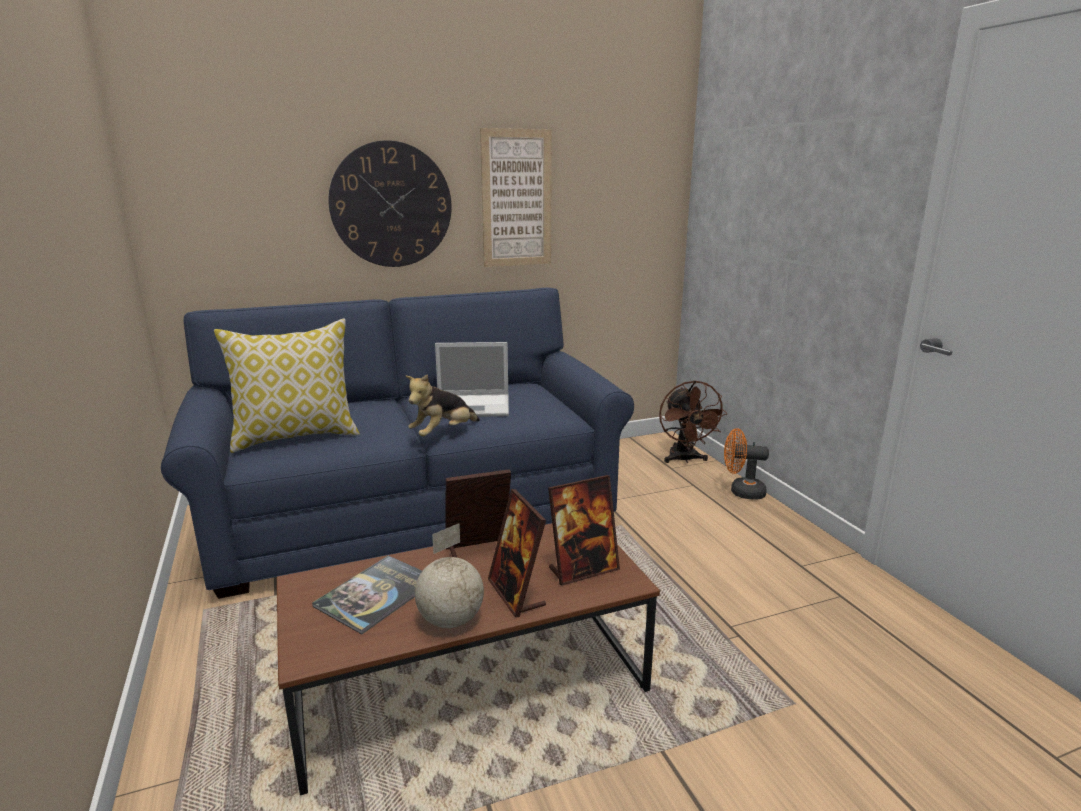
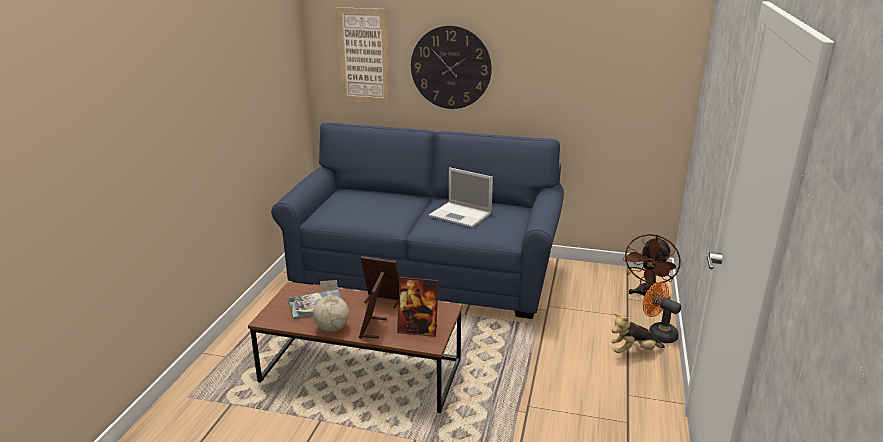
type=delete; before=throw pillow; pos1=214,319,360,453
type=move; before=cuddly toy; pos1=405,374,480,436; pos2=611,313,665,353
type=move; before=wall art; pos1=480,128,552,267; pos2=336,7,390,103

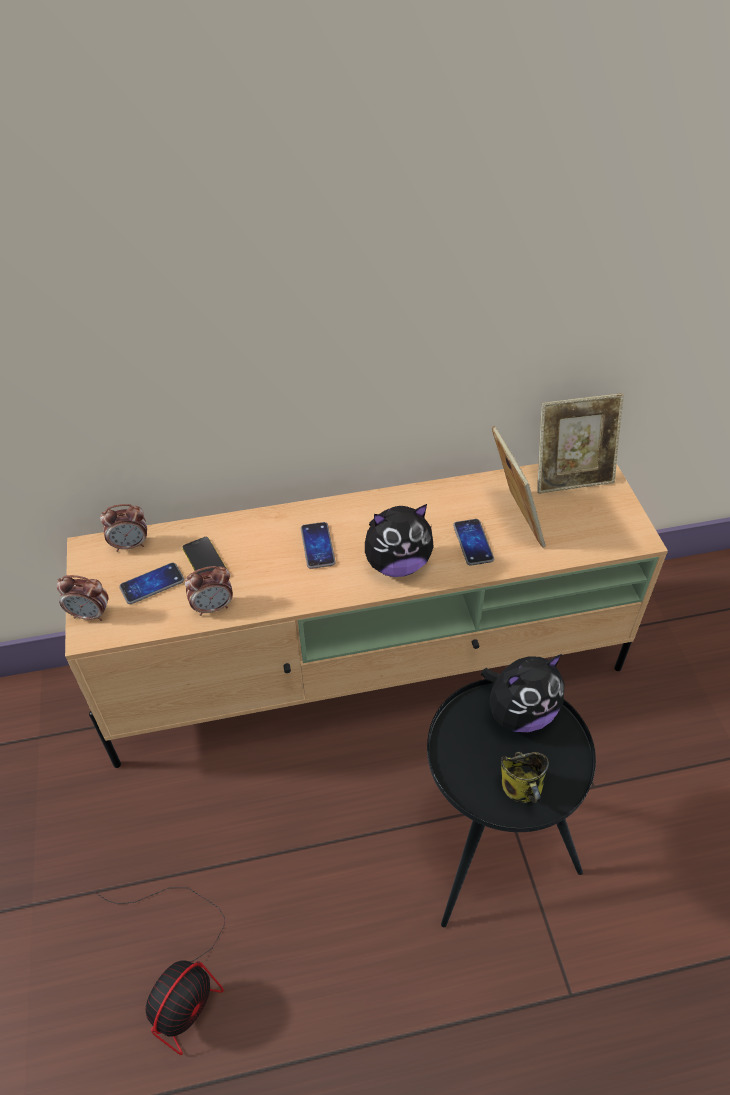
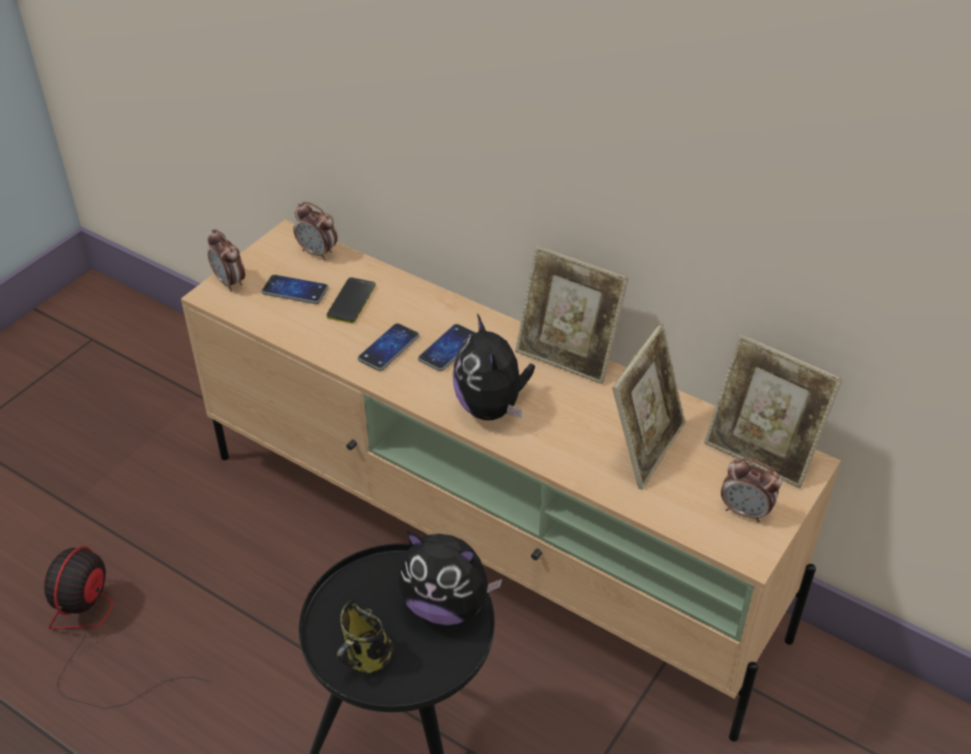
type=insert; after=standing frame; pos2=515,246,629,384
type=move; before=table clock; pos1=185,566,233,616; pos2=721,458,782,522
type=move; before=phone; pos1=453,519,494,565; pos2=358,323,420,371
type=rotate; before=fan; pos1=94,887,225,1055; pos2=44,546,211,709; turn=120
type=rotate; before=cuddly toy; pos1=365,504,434,577; pos2=453,314,535,420; turn=45

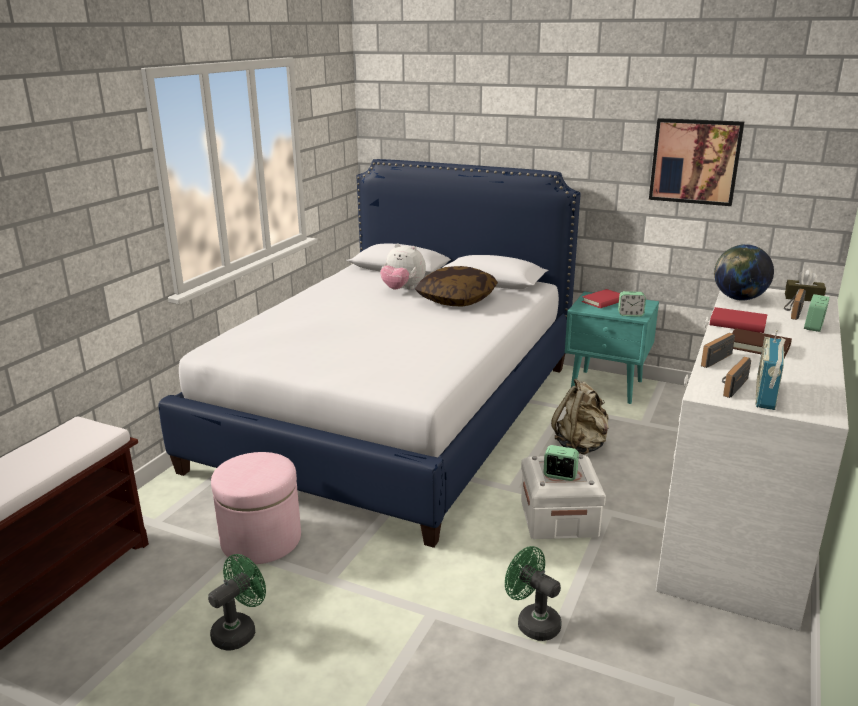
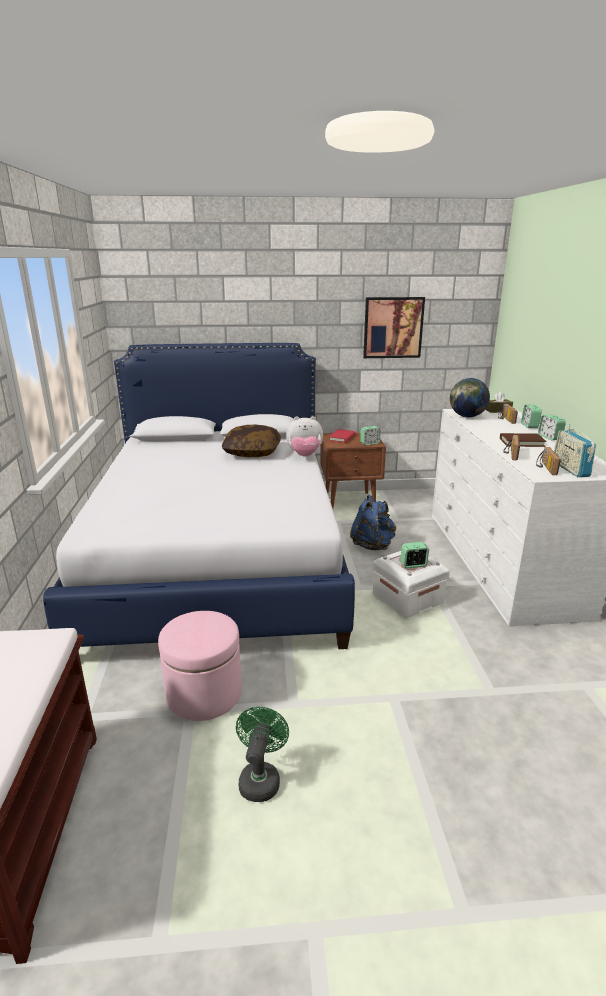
type=delete; before=greenish fan; pos1=505,546,562,641
type=delete; before=reddish bound book; pos1=710,307,767,333
type=insert; after=table clock; pos2=538,415,566,440
type=move; before=cuddly toy; pos1=380,243,426,290; pos2=286,416,323,457
type=recolor; before=beige knapsack; after=bluish knapsack; pos1=551,378,609,454; pos2=350,495,396,550
type=recolor; before=turquoise-coloured bedside table; after=brownish bedside table; pos1=565,292,659,404; pos2=320,433,386,508

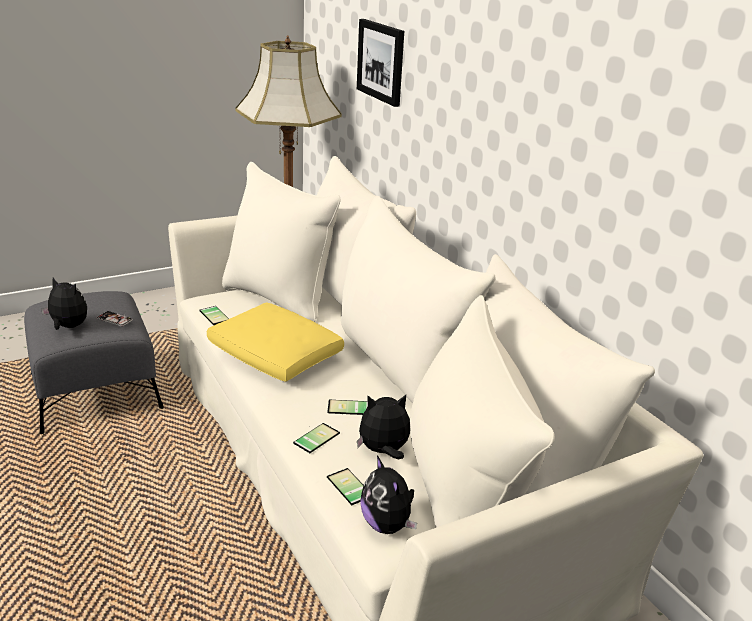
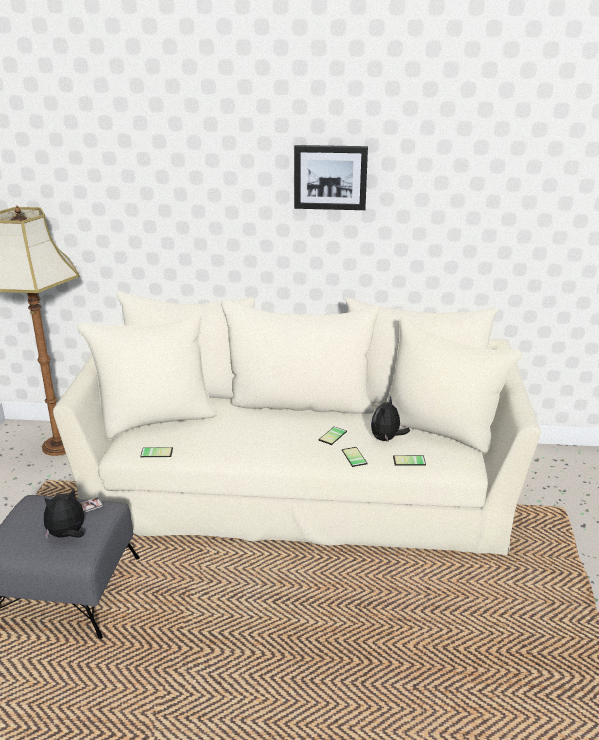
type=delete; before=yellow throw pillow; pos1=207,302,344,382
type=delete; before=cuddly toy; pos1=360,456,417,534
type=move; before=wall art; pos1=357,19,404,107; pos2=294,145,368,210

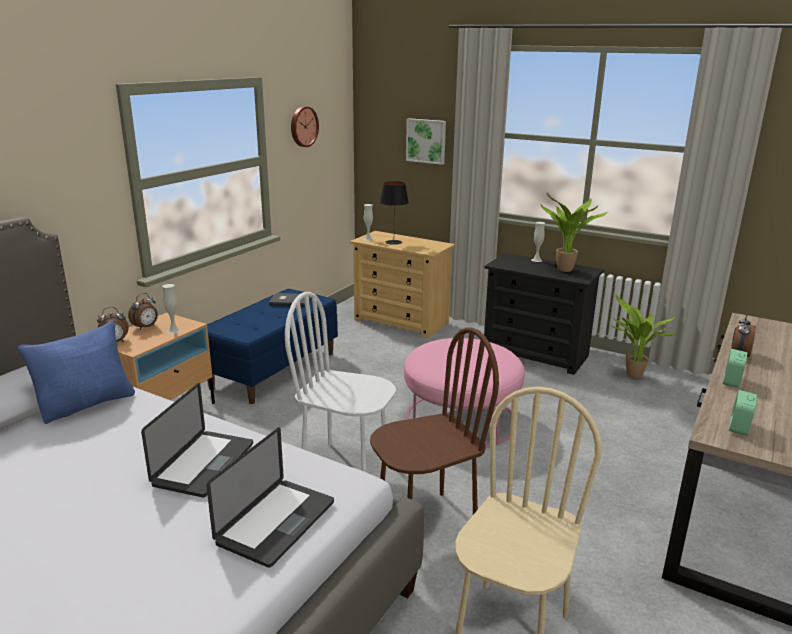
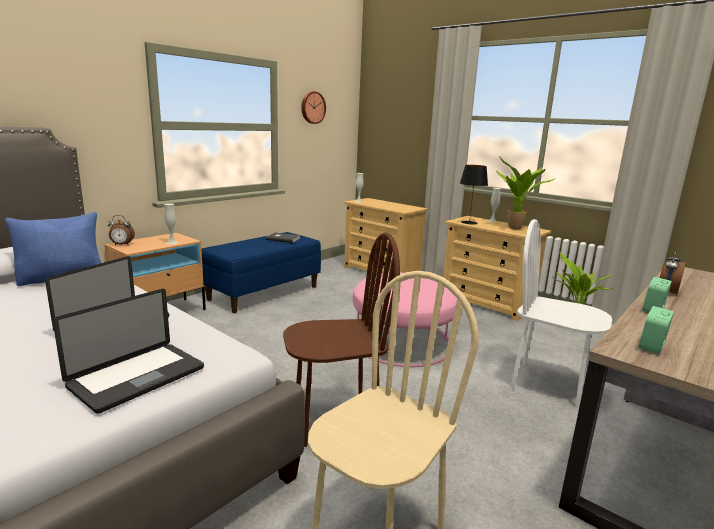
type=delete; before=table clock; pos1=128,293,158,330
type=delete; before=wall art; pos1=406,118,446,165
type=move; before=white-coloured plain chair; pos1=285,292,396,472; pos2=510,219,612,408
type=move; before=black tabletop lamp; pos1=380,181,409,245; pos2=460,165,488,225
type=recolor; before=black chest of drawers; after=beige chest of drawers; pos1=484,253,604,375; pos2=443,216,551,321

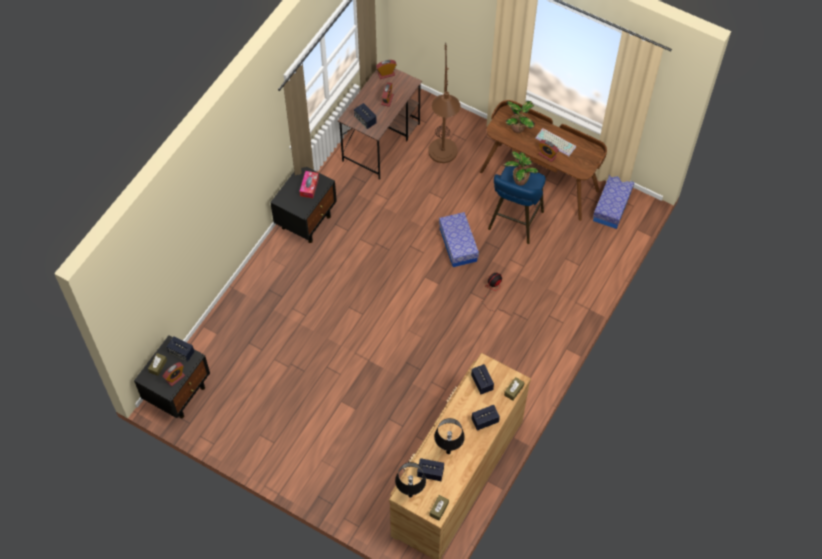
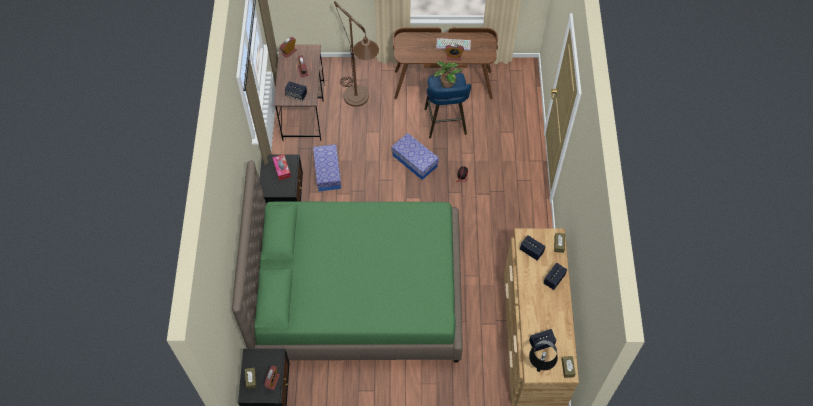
type=delete; before=loudspeaker; pos1=167,336,195,362
type=delete; before=black tabletop lamp; pos1=434,418,465,454
type=delete; before=houseplant; pos1=506,101,535,133
type=insert; after=greenish bed; pos2=232,160,463,363
type=move; before=storage container; pos1=593,175,634,229; pos2=313,144,341,191

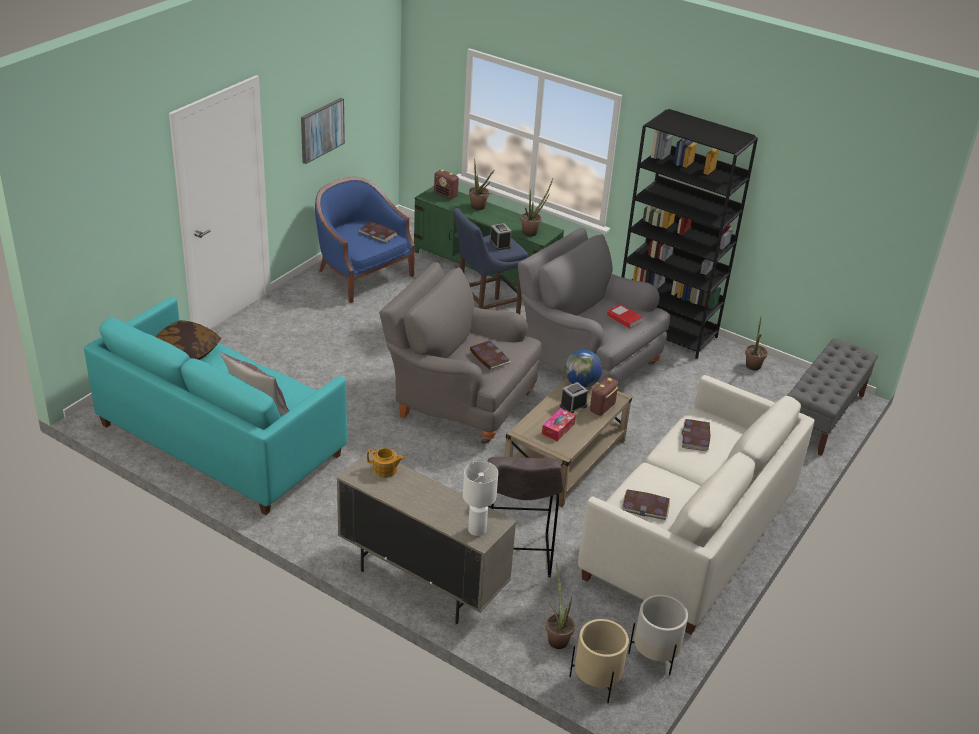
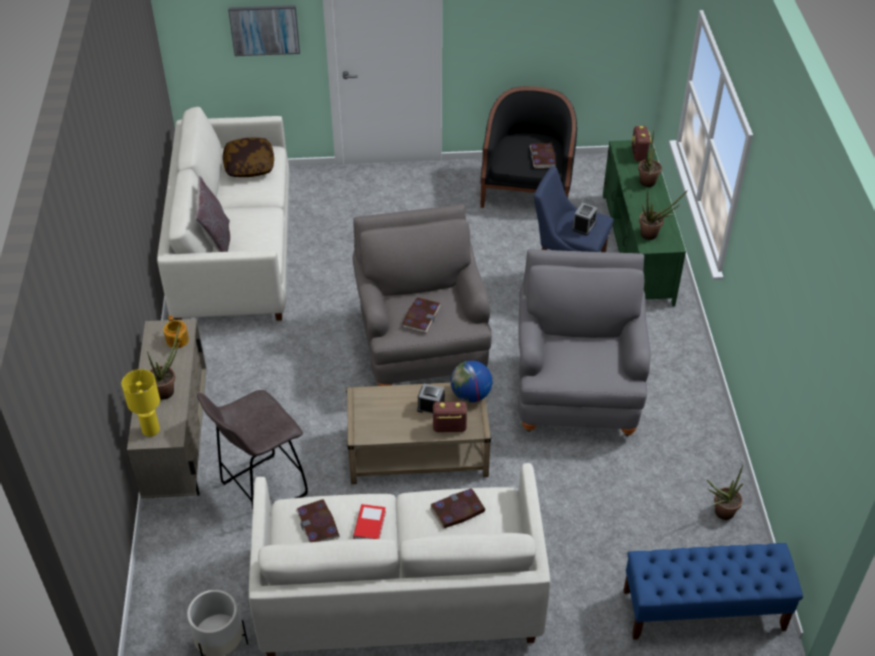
type=delete; before=tissue box; pos1=542,408,576,441
type=delete; before=beige planter; pos1=569,619,629,703
type=delete; before=black shelving unit; pos1=622,109,758,359
type=move; before=wall art; pos1=301,98,345,164; pos2=228,5,300,56
type=move; before=houseplant; pos1=546,563,575,649; pos2=147,323,180,399
type=move; before=bound book; pos1=607,304,642,329; pos2=353,504,386,539
type=recolor; before=turquoise-coloured settee; after=white-coloured settee; pos1=84,297,347,515; pos2=157,107,290,321
type=recolor; before=bluish armchair; after=black armchair; pos1=315,177,415,303; pos2=480,86,577,208
type=recolor; before=white-coloured tabletop lamp; after=yellow tabletop lamp; pos1=463,461,498,536; pos2=122,369,160,437
type=recolor; before=grey long seat; after=bluish long seat; pos1=787,338,878,456; pos2=623,543,803,640

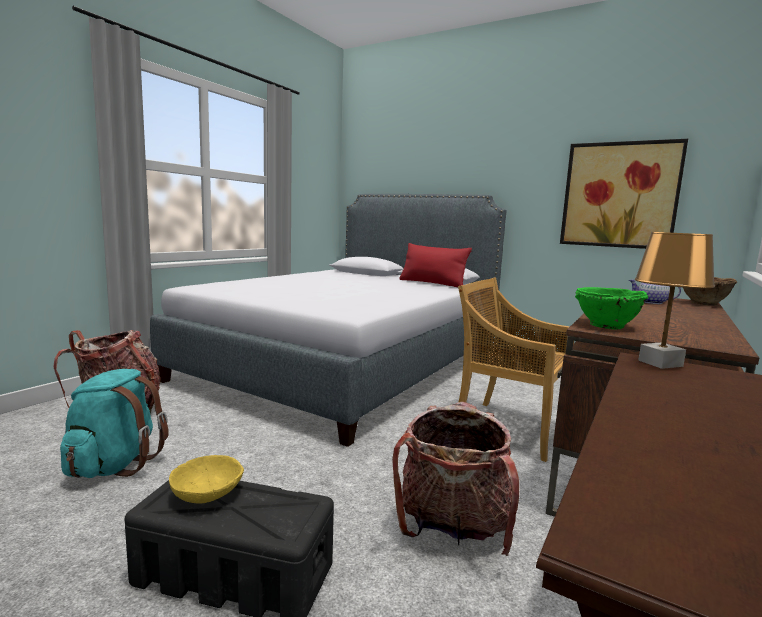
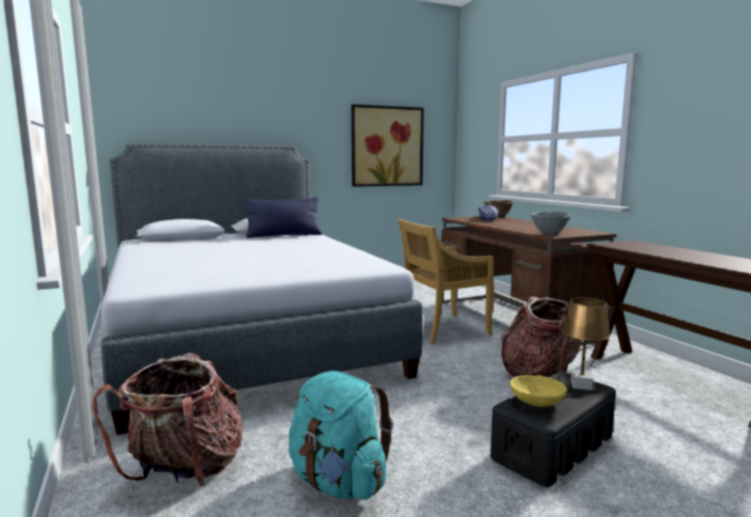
type=move; before=brownish tabletop lamp; pos1=635,232,715,369; pos2=561,297,610,390
type=recolor; before=reddish throw pillow; after=bluish throw pillow; pos1=399,243,472,287; pos2=244,197,322,238
type=recolor; before=greenish serving bowl; after=grey serving bowl; pos1=575,287,649,329; pos2=530,212,571,235

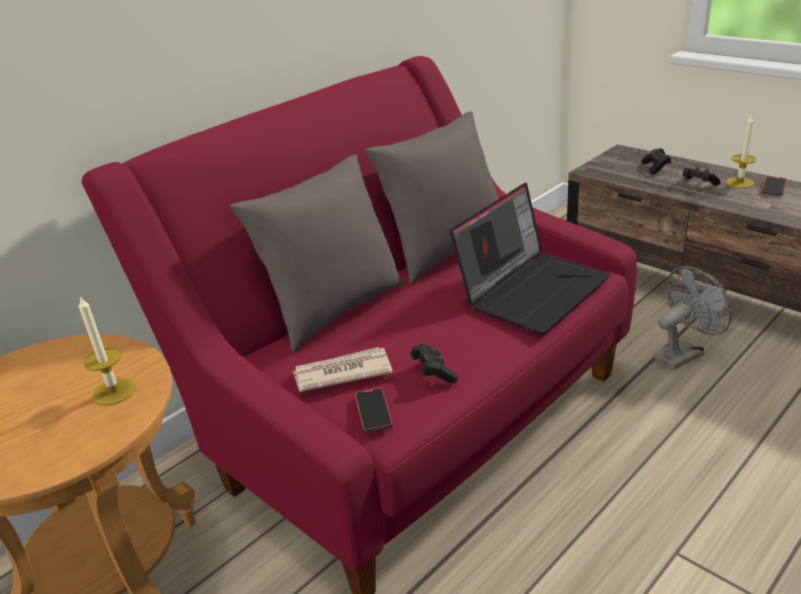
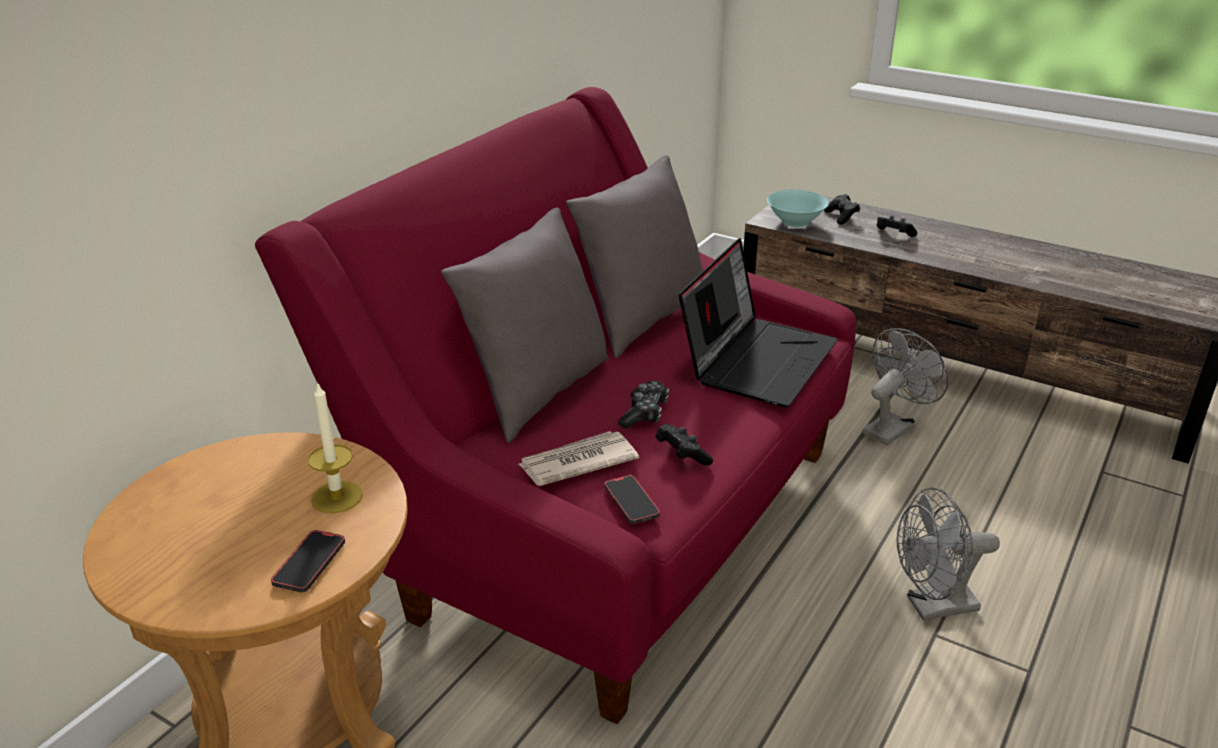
type=delete; before=wax light; pos1=726,115,756,188
type=insert; after=joypad; pos2=618,381,669,428
type=insert; after=turquoise-coloured serving bowl; pos2=767,190,829,228
type=insert; after=grey fan; pos2=897,487,1000,621
type=move; before=phone; pos1=761,176,787,196; pos2=271,530,345,592

